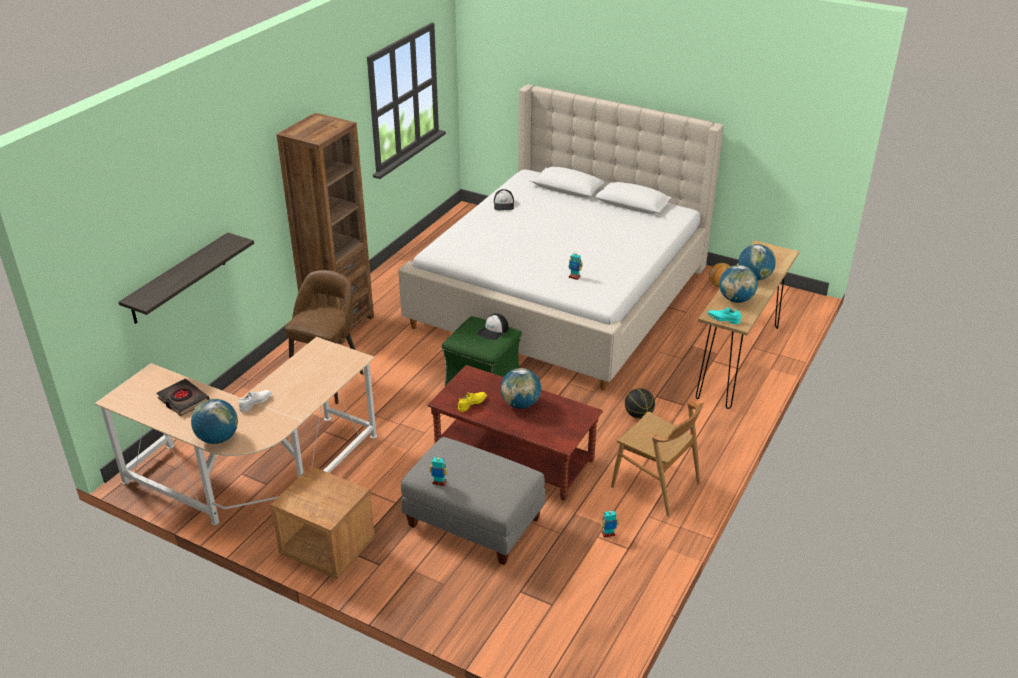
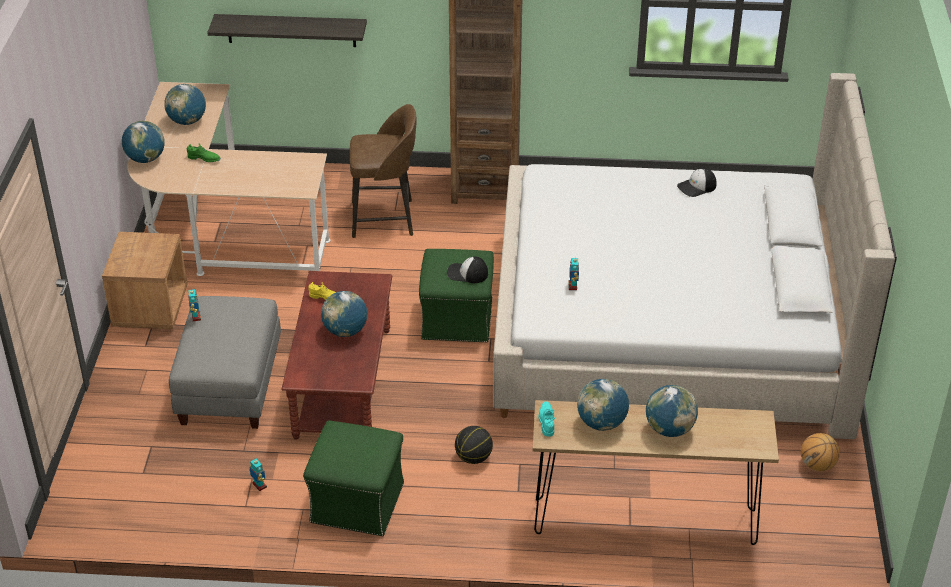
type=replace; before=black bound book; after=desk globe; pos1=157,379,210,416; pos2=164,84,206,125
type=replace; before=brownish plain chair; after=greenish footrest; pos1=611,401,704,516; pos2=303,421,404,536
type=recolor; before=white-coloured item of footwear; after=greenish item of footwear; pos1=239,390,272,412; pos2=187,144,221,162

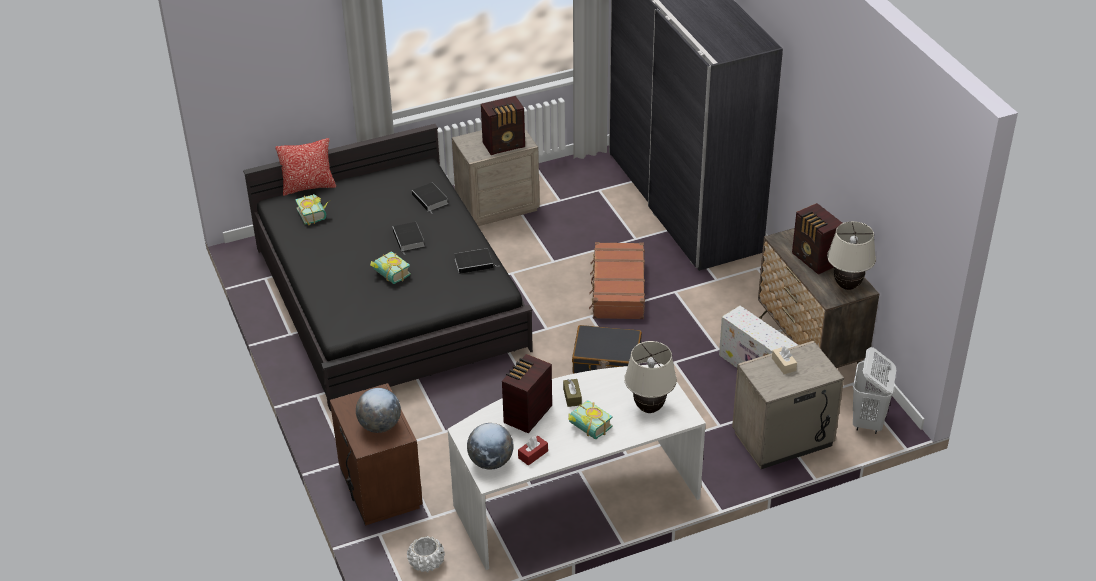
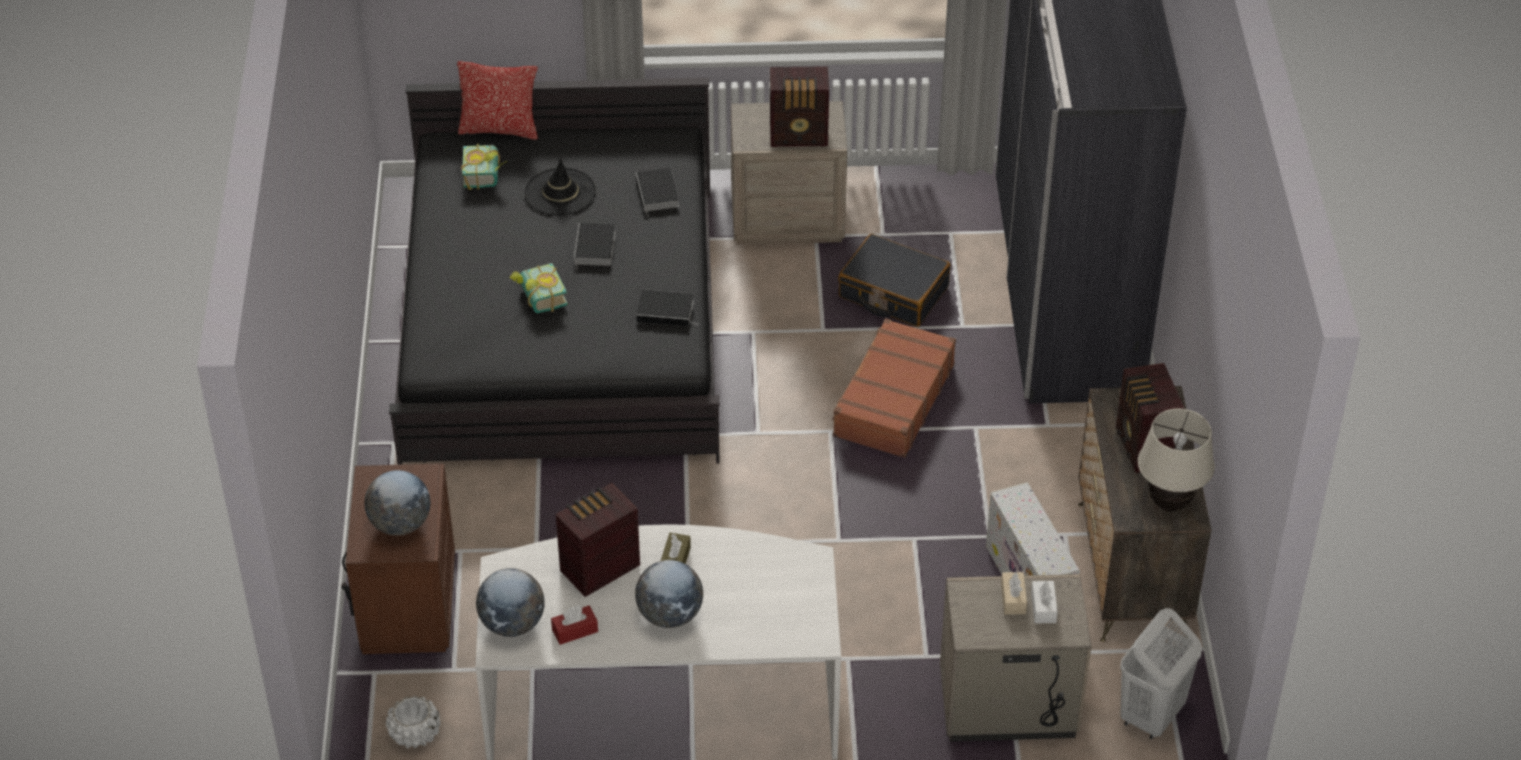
type=delete; before=beige tabletop lamp; pos1=624,341,677,413
type=insert; after=black hat; pos2=524,159,596,215
type=insert; after=white-coloured tissue box; pos2=1031,581,1058,623
type=move; before=black piece of luggage; pos1=572,325,642,374; pos2=838,234,951,327
type=replace; before=bound book; after=desk globe; pos1=568,400,613,439; pos2=635,560,703,628

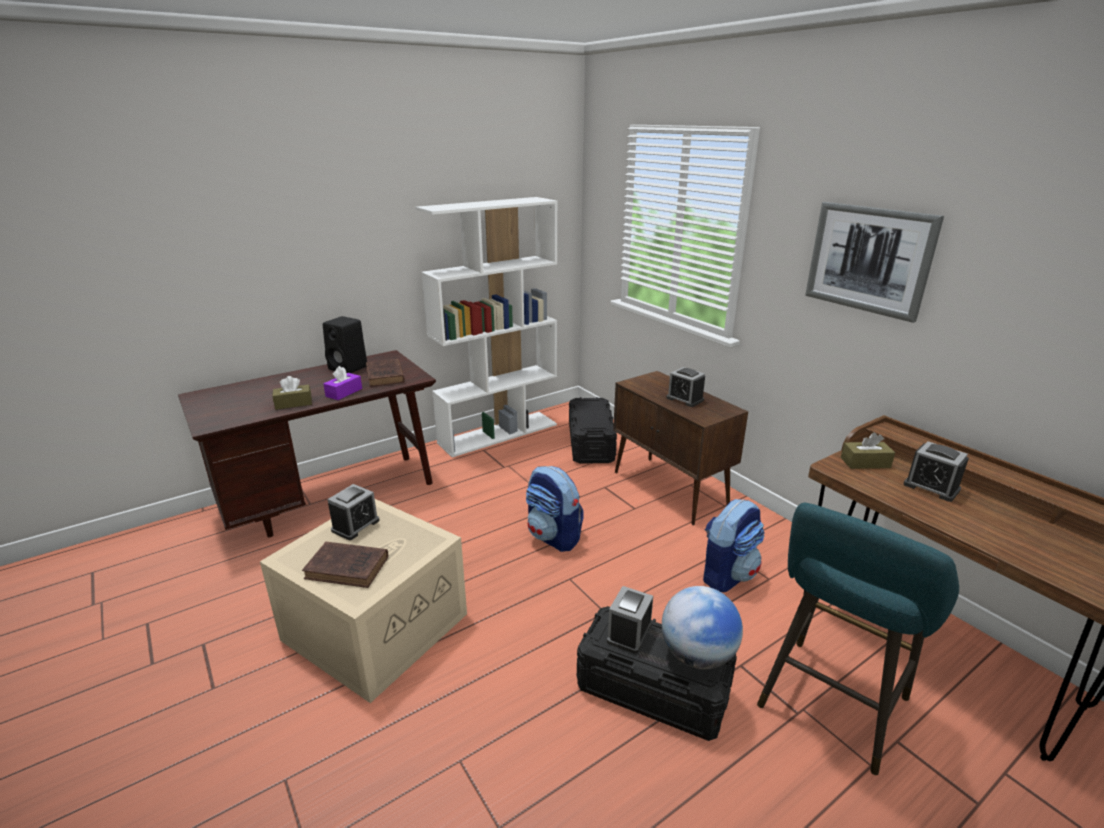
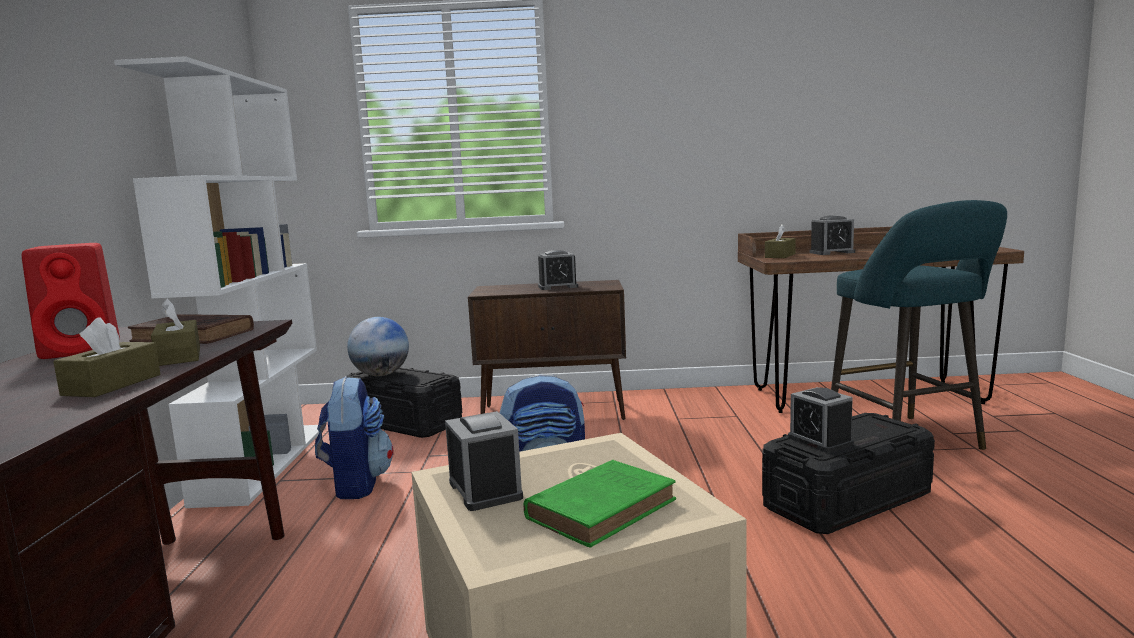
type=delete; before=wall art; pos1=805,202,944,323
type=move; before=desk globe; pos1=662,586,743,669; pos2=347,317,409,376
type=move; before=knapsack; pos1=703,499,764,592; pos2=315,376,393,499
type=recolor; before=brownish bound book; after=greenish bound book; pos1=302,542,388,588; pos2=524,460,676,548
type=recolor; before=black loudspeaker; after=reddish loudspeaker; pos1=323,316,367,373; pos2=22,243,120,359
type=recolor; before=purplish tissue box; after=brownish tissue box; pos1=323,366,362,400; pos2=151,299,200,366

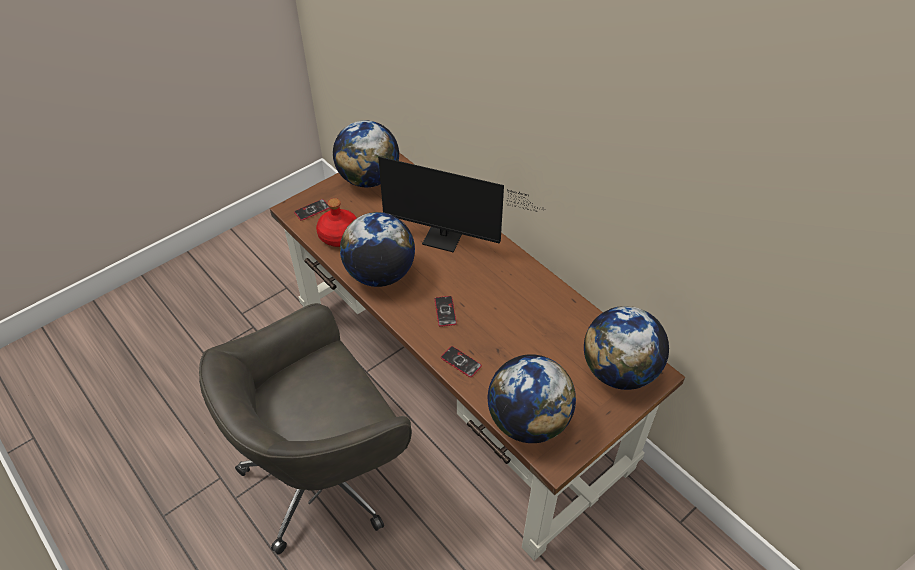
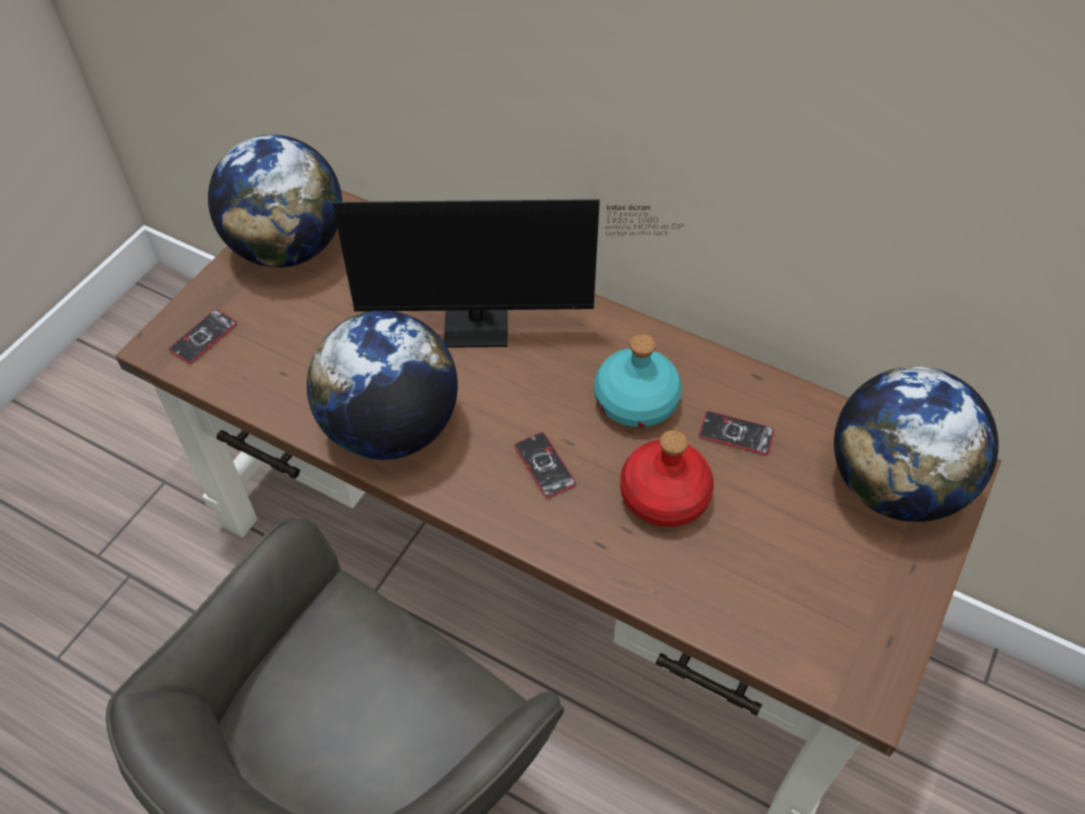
type=delete; before=desk globe; pos1=488,354,576,443
type=insert; after=turquoise-coloured beverage bottle; pos2=594,334,682,428
type=move; before=reddish beverage bottle; pos1=316,198,357,247; pos2=620,430,714,527
type=move; before=phone; pos1=441,346,482,377; pos2=699,411,774,455

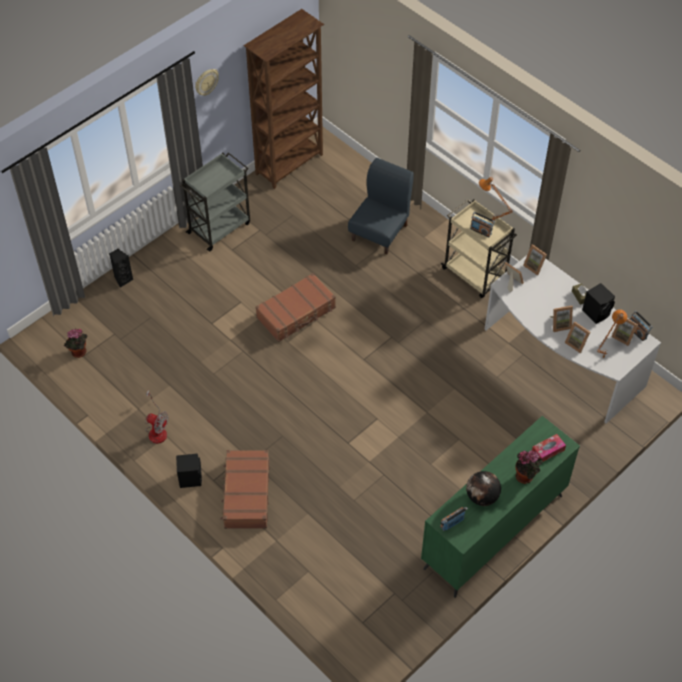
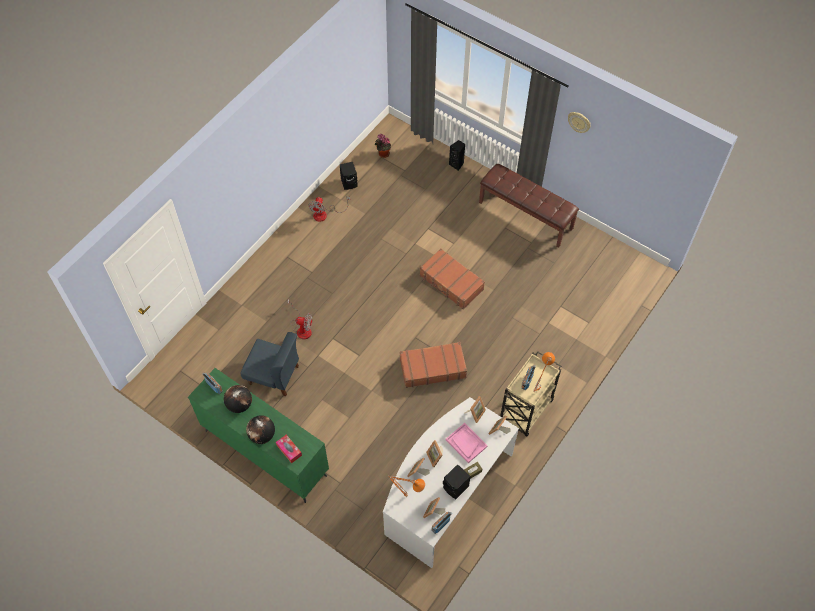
type=delete; before=brownish shelving unit; pos1=244,9,324,189
type=insert; after=fan; pos2=288,299,313,339
type=insert; after=pinkish serving tray; pos2=446,423,488,463
type=move; before=black loudspeaker; pos1=176,454,202,488; pos2=340,162,358,190
type=move; before=brownish piece of luggage; pos1=221,450,270,529; pos2=400,342,467,388
type=move; before=bluish plain chair; pos1=348,158,414,254; pos2=241,332,299,396
type=replace; before=grey cart; after=brownish long seat; pos1=180,152,250,252; pos2=479,164,579,248
type=replace; before=houseplant; after=desk globe; pos1=516,450,543,484; pos2=246,415,275,444

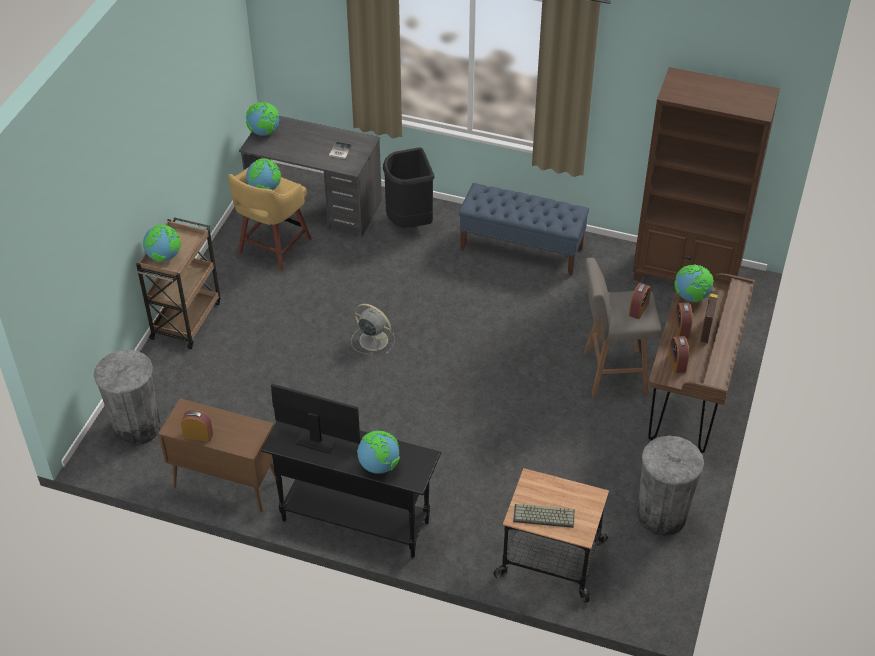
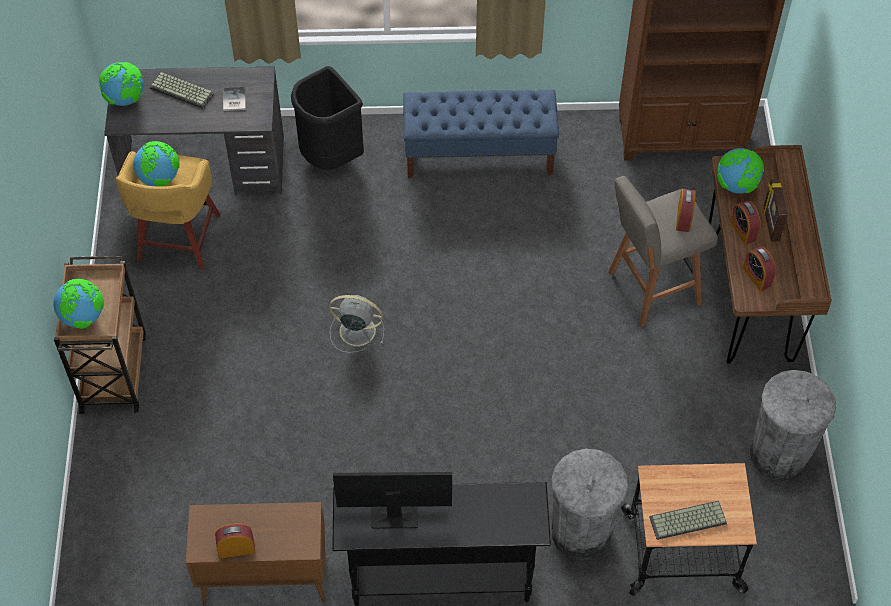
type=delete; before=desk globe; pos1=357,431,400,474
type=insert; after=computer keyboard; pos2=150,72,214,109
type=move; before=grey trash can; pos1=94,349,161,446; pos2=552,449,628,560

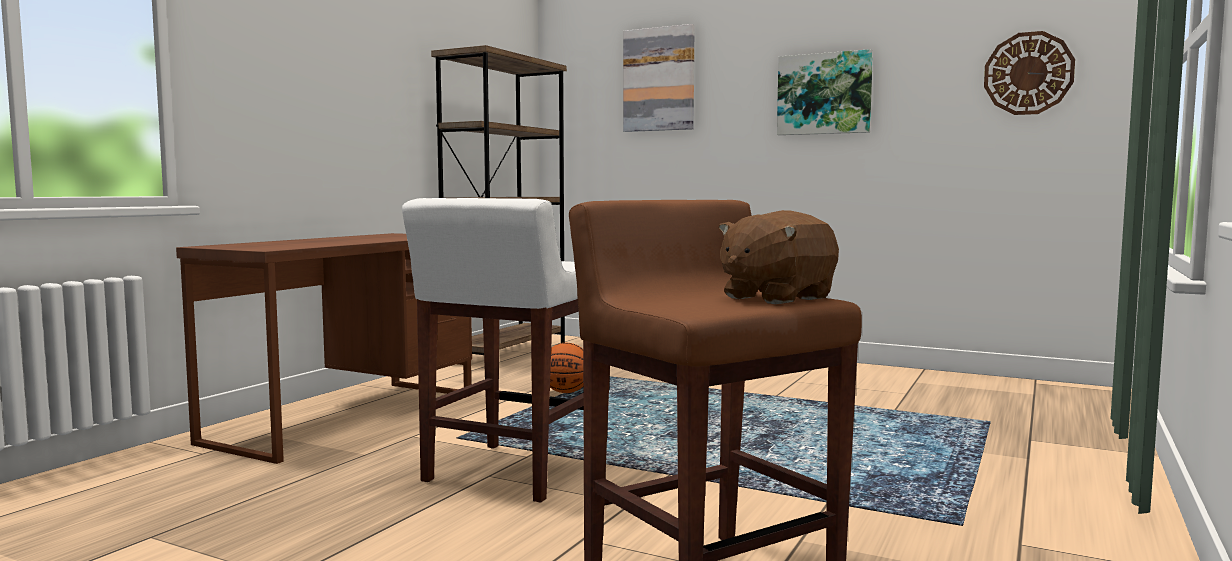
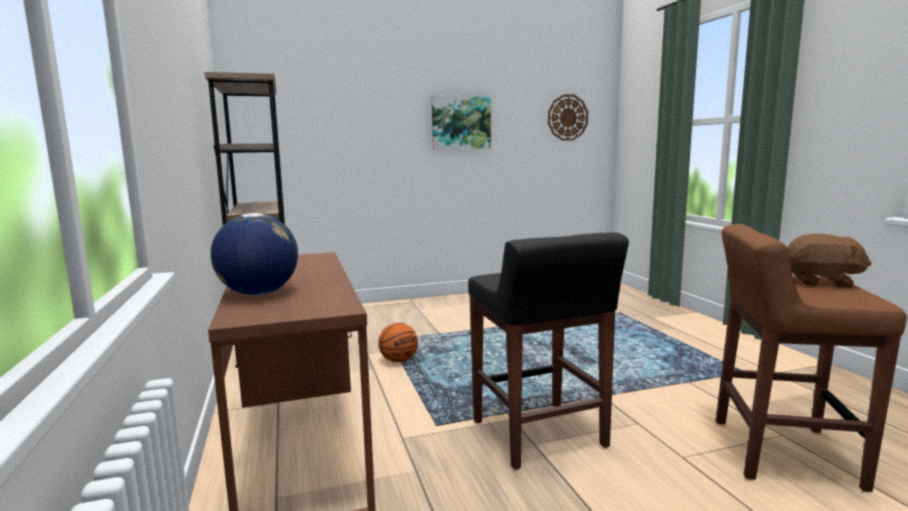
type=delete; before=wall art; pos1=623,24,695,132
type=insert; after=desk globe; pos2=211,213,298,295
type=recolor; before=white-coloured sitting stool; after=black sitting stool; pos1=402,198,583,503; pos2=468,232,629,470
type=rotate; before=brownish cuddly toy; pos1=719,210,839,304; pos2=787,234,872,288; turn=-75

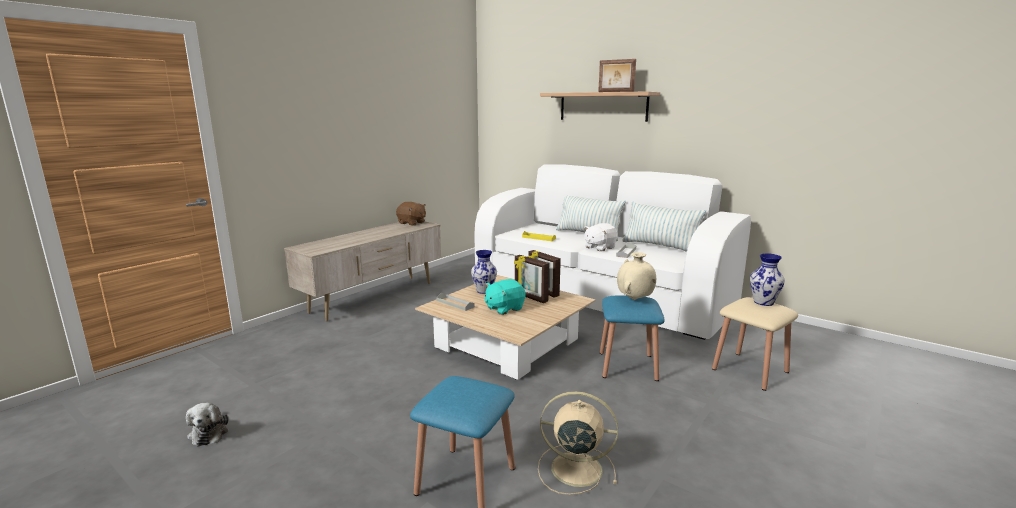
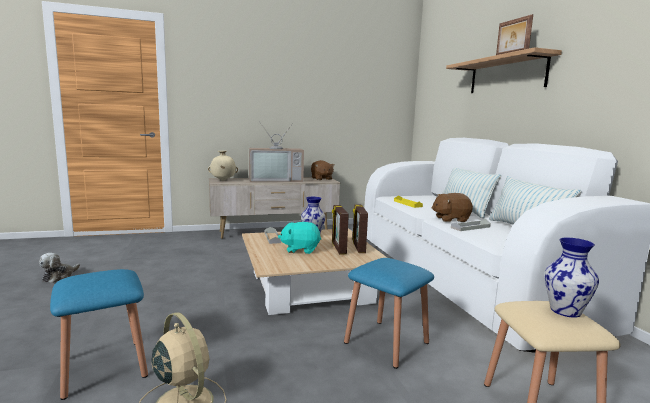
type=insert; after=TV set; pos2=249,121,304,182
type=move; before=beige decorative vase; pos1=617,252,656,300; pos2=208,151,238,181
type=recolor; before=white-coloured cuddly toy; after=brownish cuddly toy; pos1=584,223,618,251; pos2=431,193,473,222

